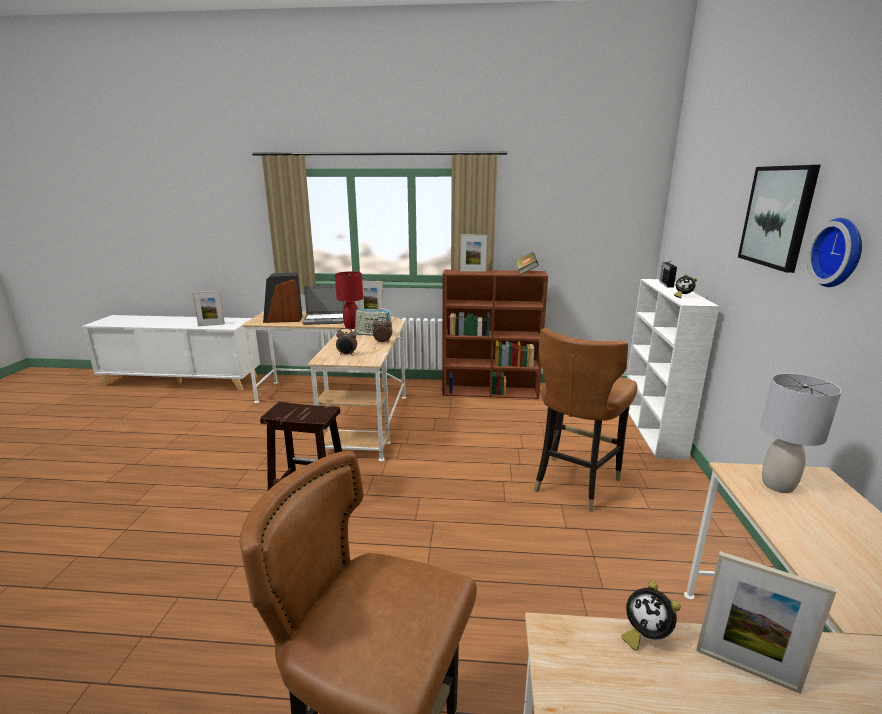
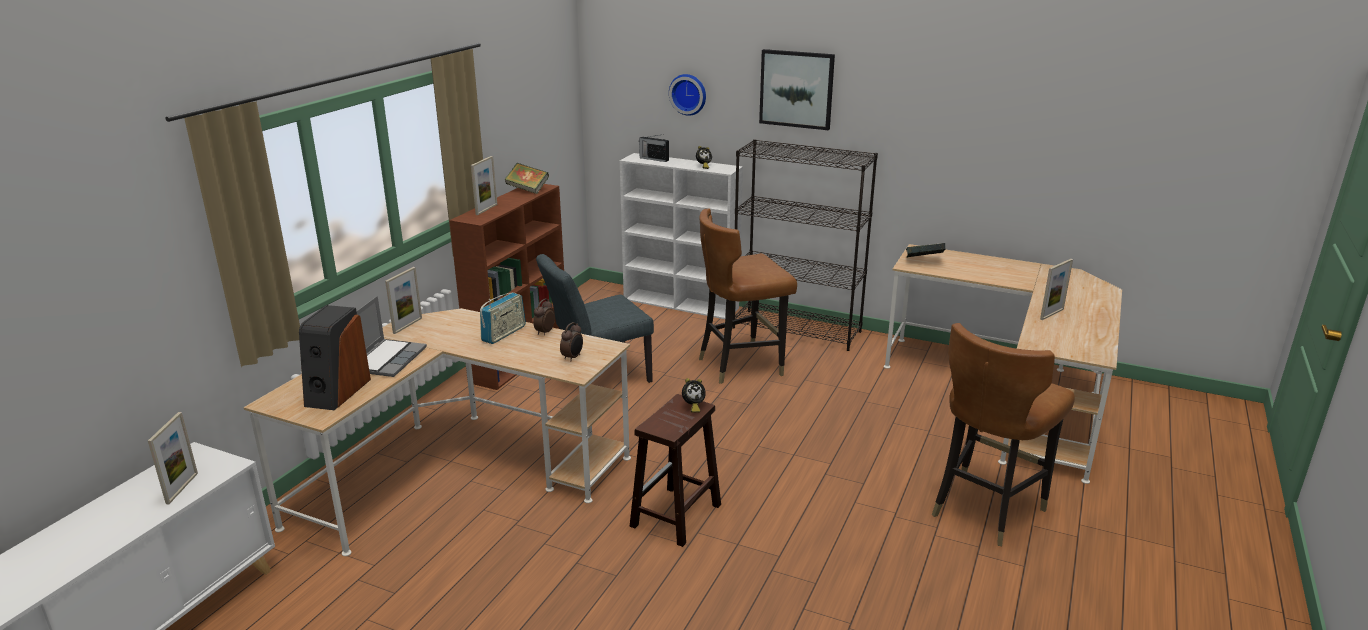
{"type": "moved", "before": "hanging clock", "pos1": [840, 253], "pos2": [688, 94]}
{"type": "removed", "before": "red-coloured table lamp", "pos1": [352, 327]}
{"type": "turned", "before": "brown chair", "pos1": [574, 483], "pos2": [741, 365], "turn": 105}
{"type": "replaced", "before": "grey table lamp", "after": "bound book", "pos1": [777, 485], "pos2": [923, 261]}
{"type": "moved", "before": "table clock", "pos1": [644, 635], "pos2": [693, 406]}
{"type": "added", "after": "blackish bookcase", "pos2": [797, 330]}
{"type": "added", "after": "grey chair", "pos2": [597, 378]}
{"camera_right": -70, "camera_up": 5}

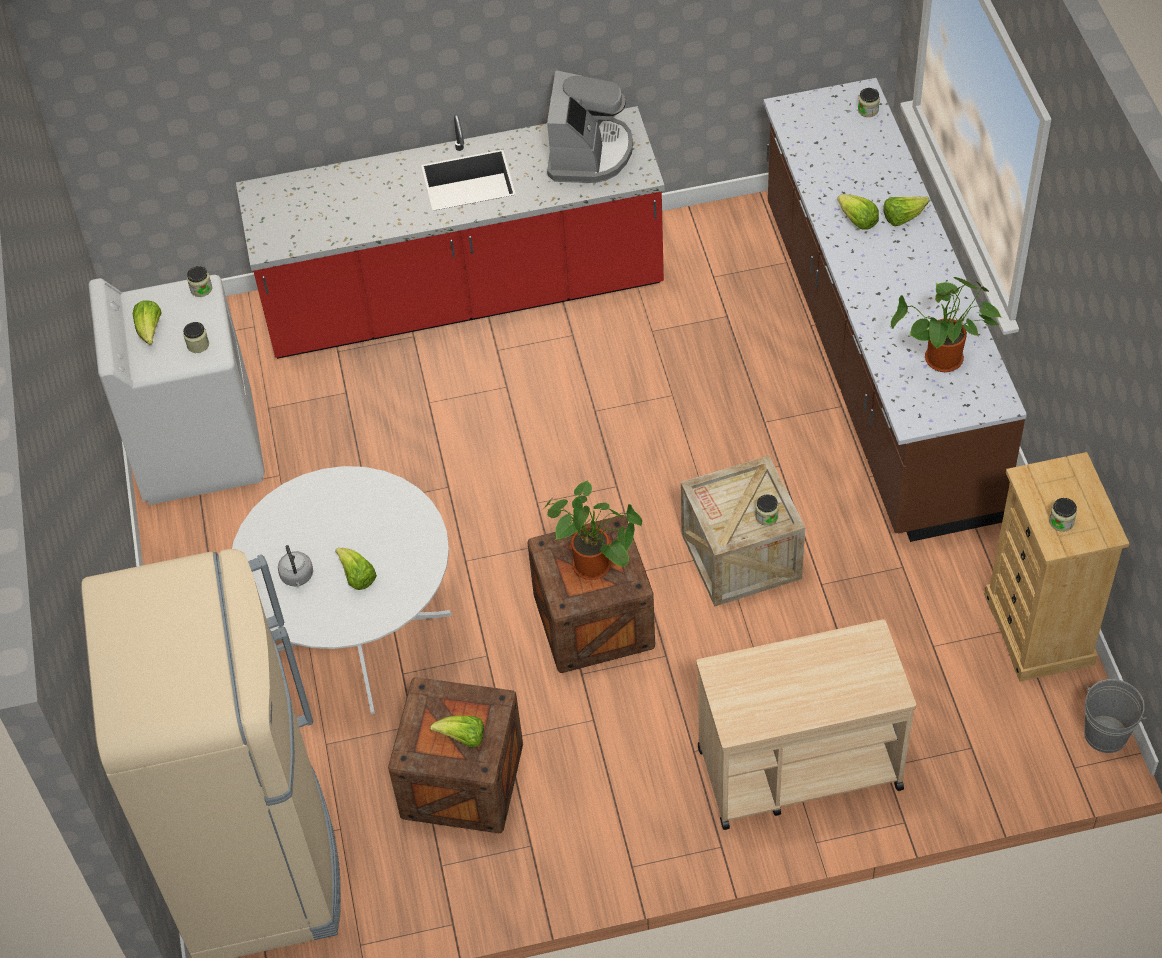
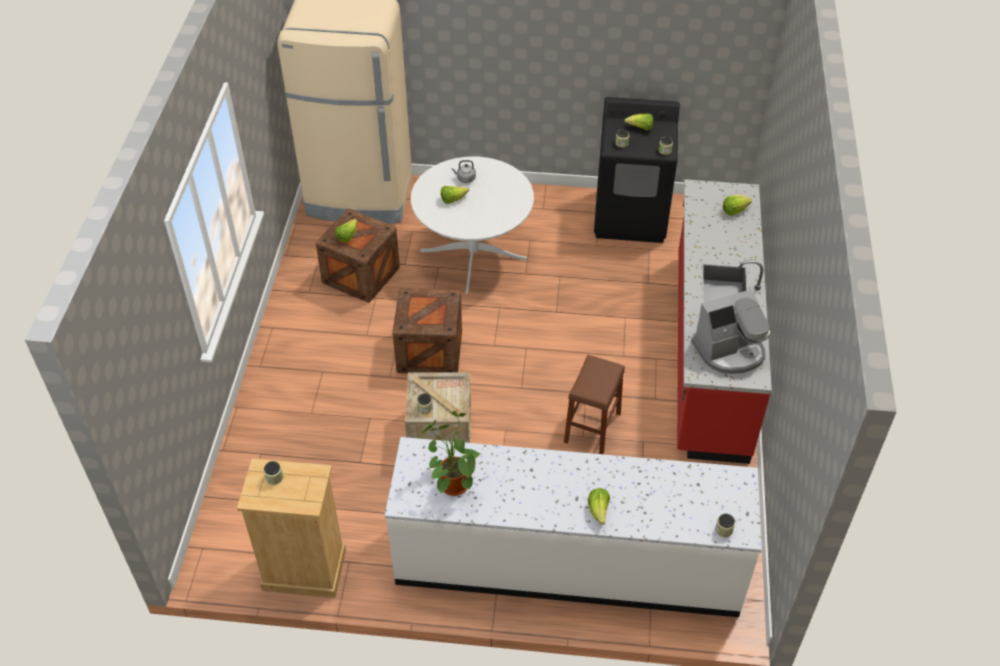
{"type": "turned", "before": "coffee maker", "pos1": [588, 153], "pos2": [729, 351], "turn": -45}
{"type": "recoloured", "before": "brown kitchen base unit", "after": "white kitchen base unit", "pos1": [875, 359], "pos2": [568, 562]}
{"type": "moved", "before": "lettuce head", "pos1": [857, 221], "pos2": [734, 210]}
{"type": "recoloured", "before": "white laundry appliance", "after": "blackish laundry appliance", "pos1": [198, 448], "pos2": [631, 217]}
{"type": "removed", "before": "potted plant", "pos1": [596, 566]}
{"type": "removed", "before": "sand-coloured wheeled cart", "pos1": [797, 768]}
{"type": "removed", "before": "grey water bucket", "pos1": [1106, 734]}
{"type": "added", "after": "brown stool", "pos2": [592, 427]}
{"camera_right": 105, "camera_up": -5}

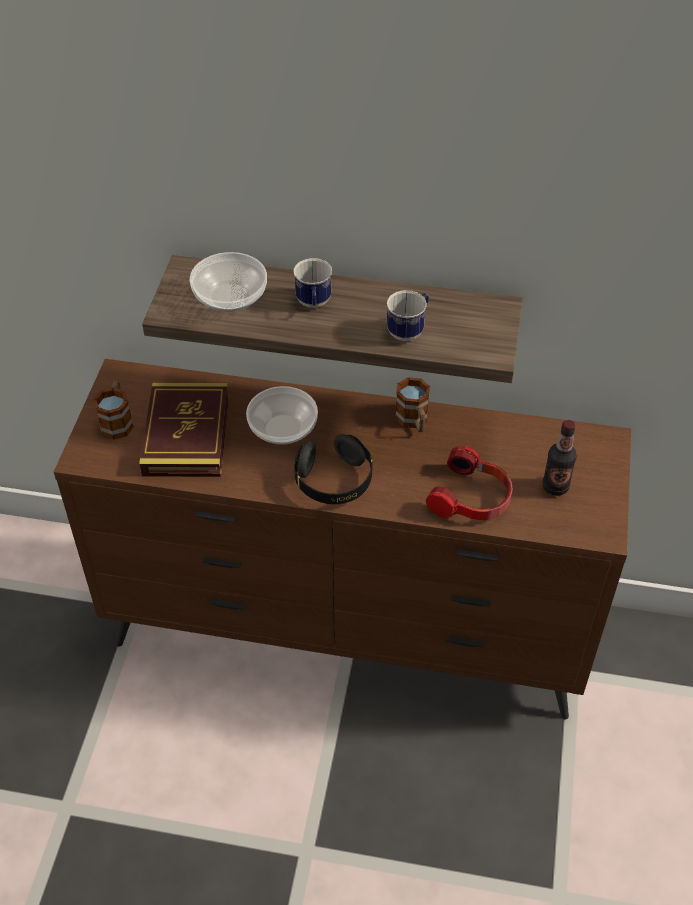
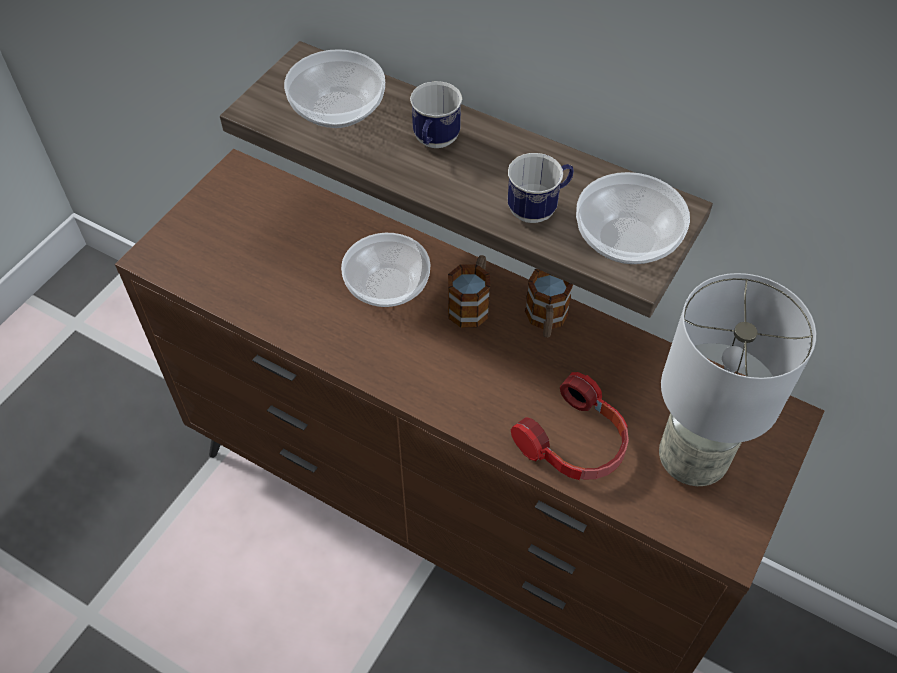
{"type": "moved", "before": "tea mug", "pos1": [117, 420], "pos2": [471, 304]}
{"type": "removed", "before": "bound book", "pos1": [186, 434]}
{"type": "replaced", "before": "bottle", "after": "grey table lamp", "pos1": [555, 487], "pos2": [690, 461]}
{"type": "removed", "before": "blackish headphones", "pos1": [334, 481]}
{"type": "added", "after": "bowl", "pos2": [628, 238]}
{"camera_right": 20, "camera_up": 5}

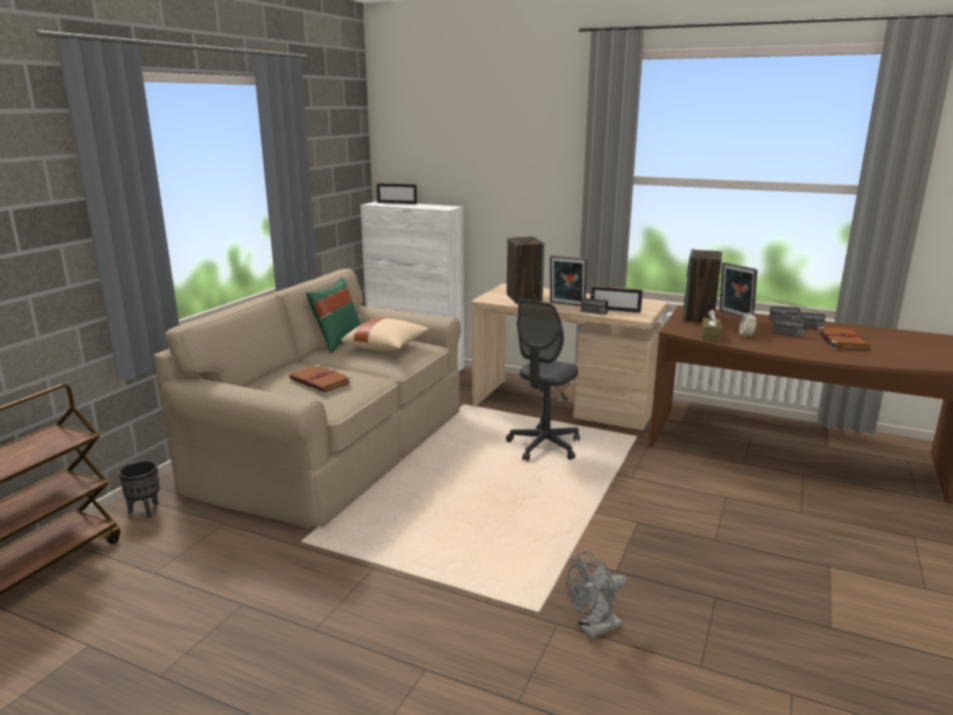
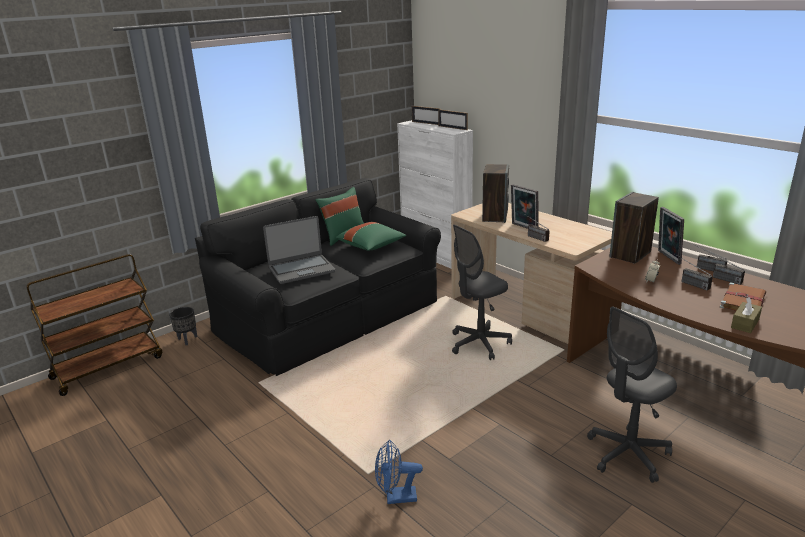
{"type": "recoloured", "before": "sand-coloured couch", "after": "blackish couch", "pos1": [335, 446], "pos2": [329, 314]}
{"type": "moved", "before": "standing frame", "pos1": [615, 310], "pos2": [452, 128]}
{"type": "moved", "before": "brown tissue holder", "pos1": [711, 336], "pos2": [745, 323]}
{"type": "recoloured", "before": "sand-coloured cushion", "after": "green cushion", "pos1": [386, 347], "pos2": [371, 246]}
{"type": "replaced", "before": "brown bound book", "after": "laptop", "pos1": [321, 381], "pos2": [301, 270]}
{"type": "recoloured", "before": "grey fan", "after": "blue fan", "pos1": [594, 629], "pos2": [396, 498]}
{"type": "added", "after": "grey computer chair", "pos2": [628, 454]}
{"camera_right": 25, "camera_up": 5}

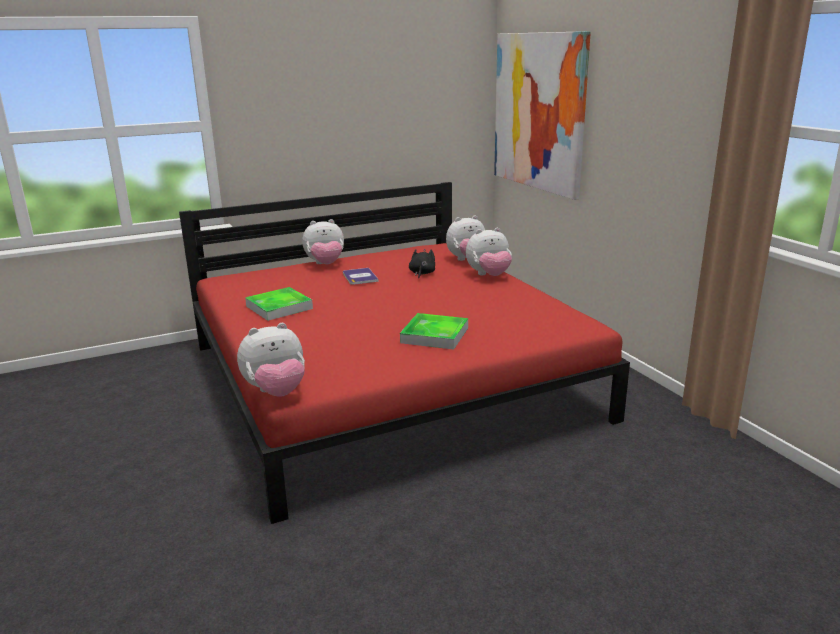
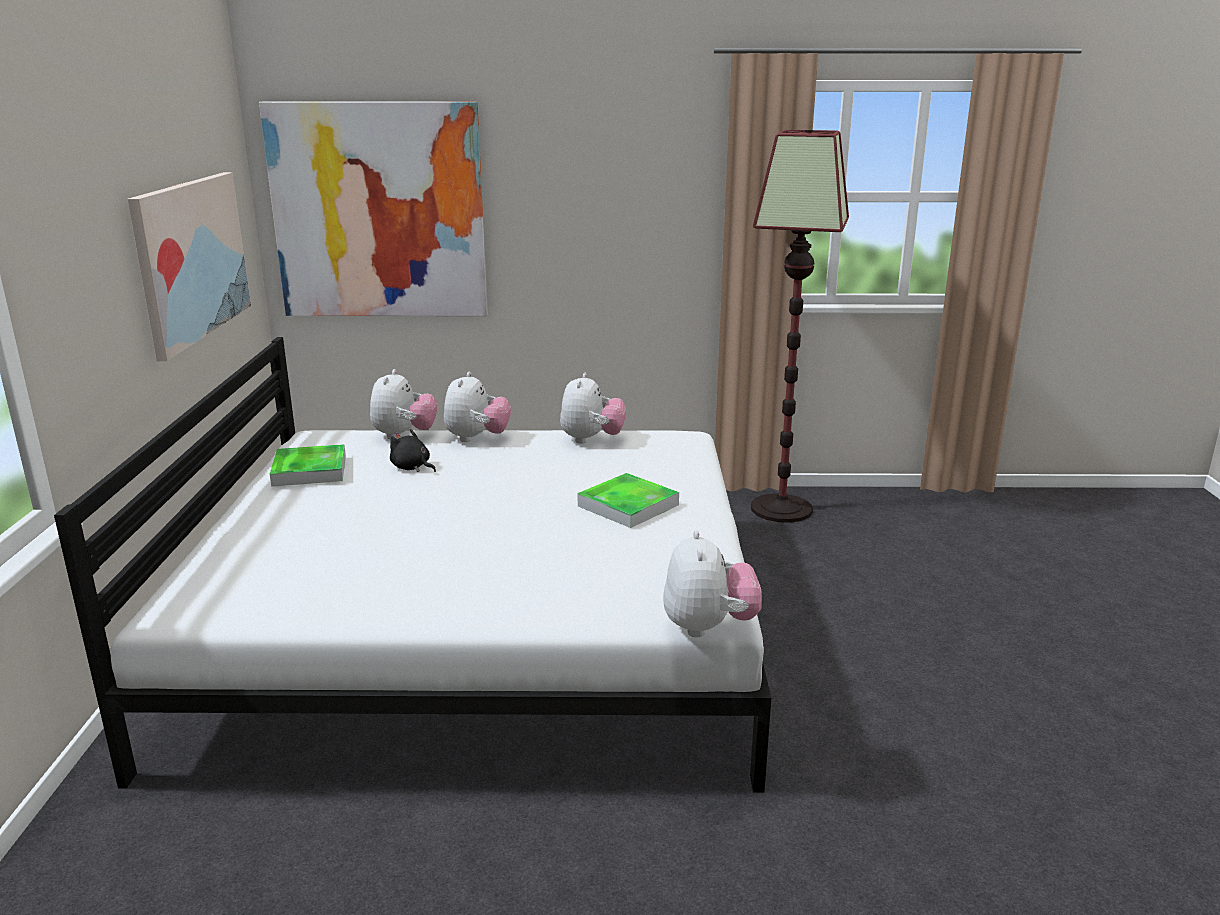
{"type": "recoloured", "before": "red-coloured bed", "after": "white bed", "pos1": [387, 380], "pos2": [478, 626]}
{"type": "moved", "before": "soft toy", "pos1": [325, 264], "pos2": [591, 439]}
{"type": "removed", "before": "bound book", "pos1": [360, 277]}
{"type": "moved", "before": "carrying tray", "pos1": [279, 307], "pos2": [309, 470]}
{"type": "added", "after": "standing lamp", "pos2": [780, 509]}
{"type": "added", "after": "wall art", "pos2": [191, 259]}
{"camera_right": -65, "camera_up": 0}

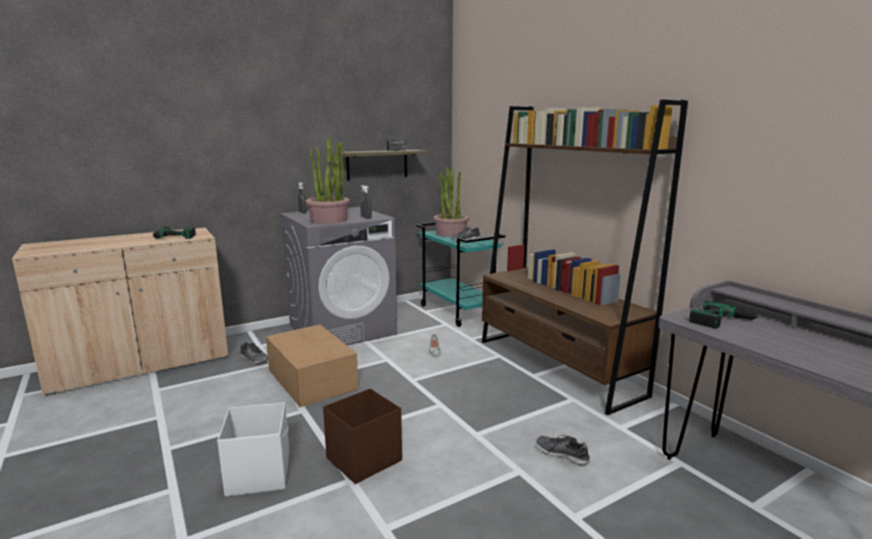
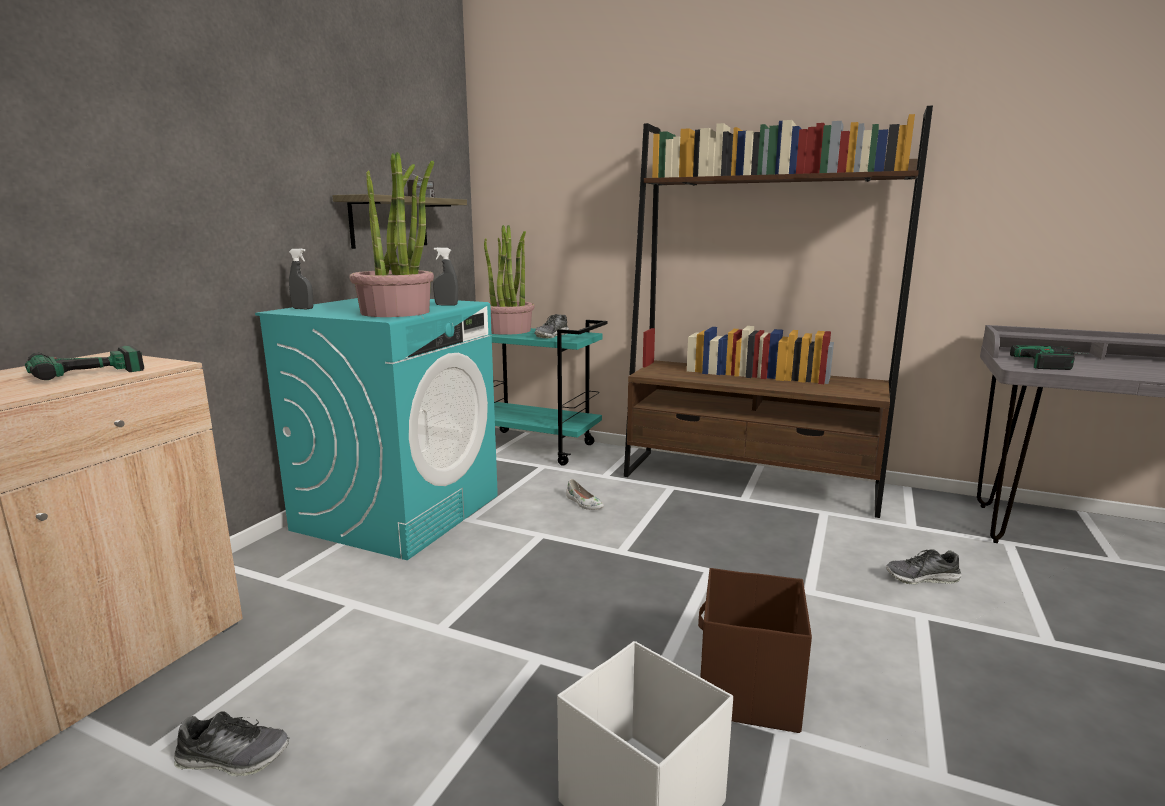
{"type": "recoloured", "before": "grey laundry appliance", "after": "turquoise laundry appliance", "pos1": [343, 329], "pos2": [399, 512]}
{"type": "removed", "before": "cardboard box", "pos1": [312, 378]}
{"type": "moved", "before": "shoe", "pos1": [254, 359], "pos2": [233, 758]}
{"camera_right": -35, "camera_up": 0}

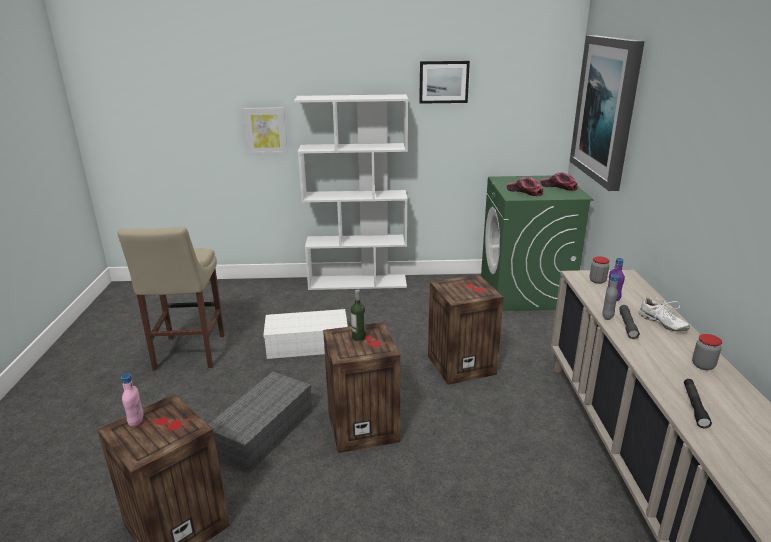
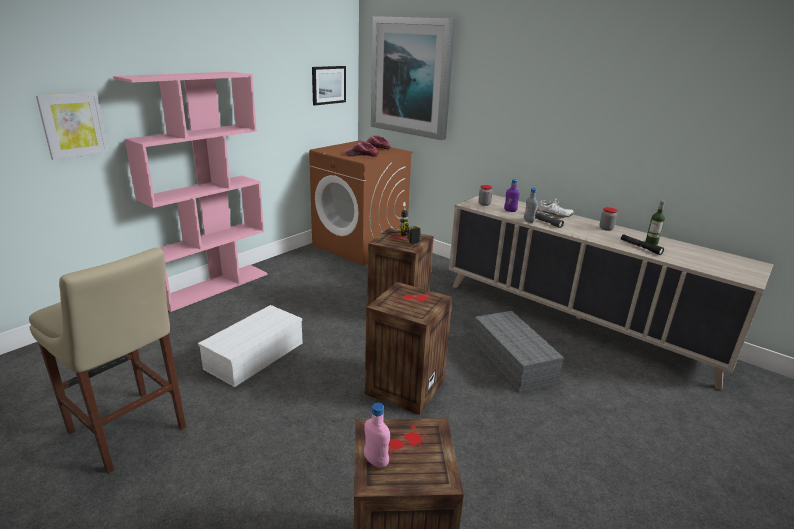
{"type": "moved", "before": "wall art", "pos1": [443, 82], "pos2": [328, 85]}
{"type": "recoloured", "before": "white bookcase", "after": "pinkish bookcase", "pos1": [358, 282], "pos2": [214, 286]}
{"type": "recoloured", "before": "green laundry appliance", "after": "brown laundry appliance", "pos1": [525, 292], "pos2": [360, 246]}
{"type": "moved", "before": "bottle", "pos1": [358, 337], "pos2": [651, 243]}
{"type": "moved", "before": "grey storage bin", "pos1": [263, 433], "pos2": [514, 361]}
{"type": "added", "after": "drill", "pos2": [397, 241]}
{"camera_right": -50, "camera_up": 0}

